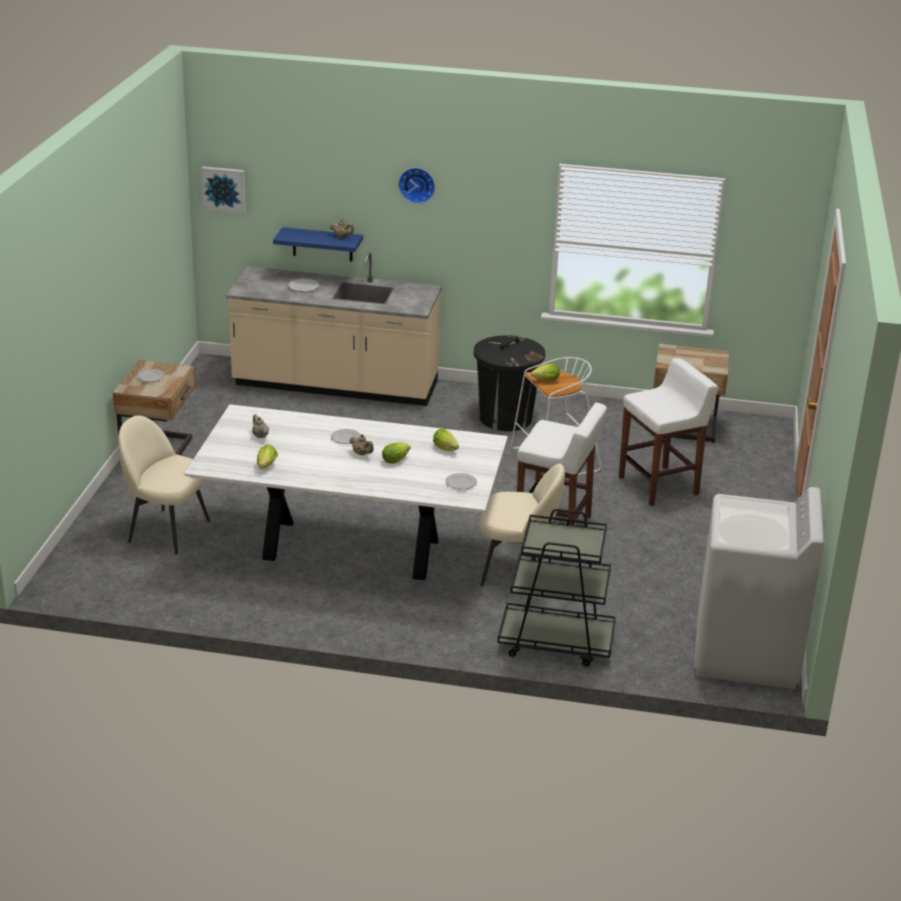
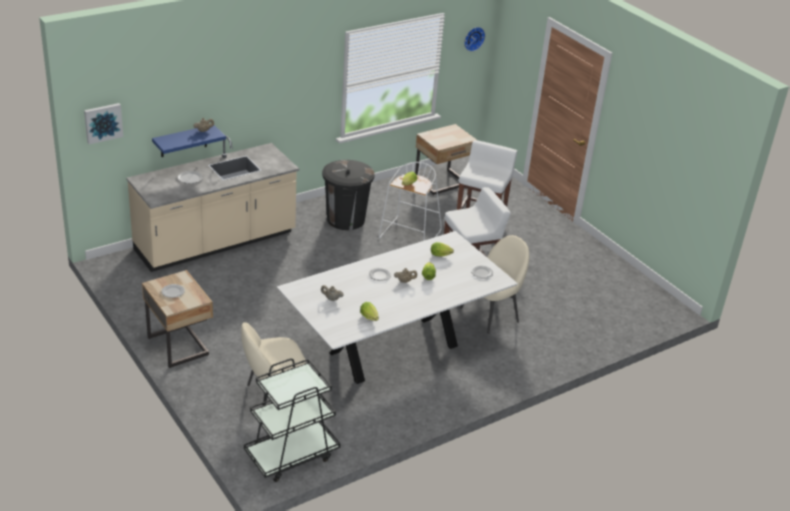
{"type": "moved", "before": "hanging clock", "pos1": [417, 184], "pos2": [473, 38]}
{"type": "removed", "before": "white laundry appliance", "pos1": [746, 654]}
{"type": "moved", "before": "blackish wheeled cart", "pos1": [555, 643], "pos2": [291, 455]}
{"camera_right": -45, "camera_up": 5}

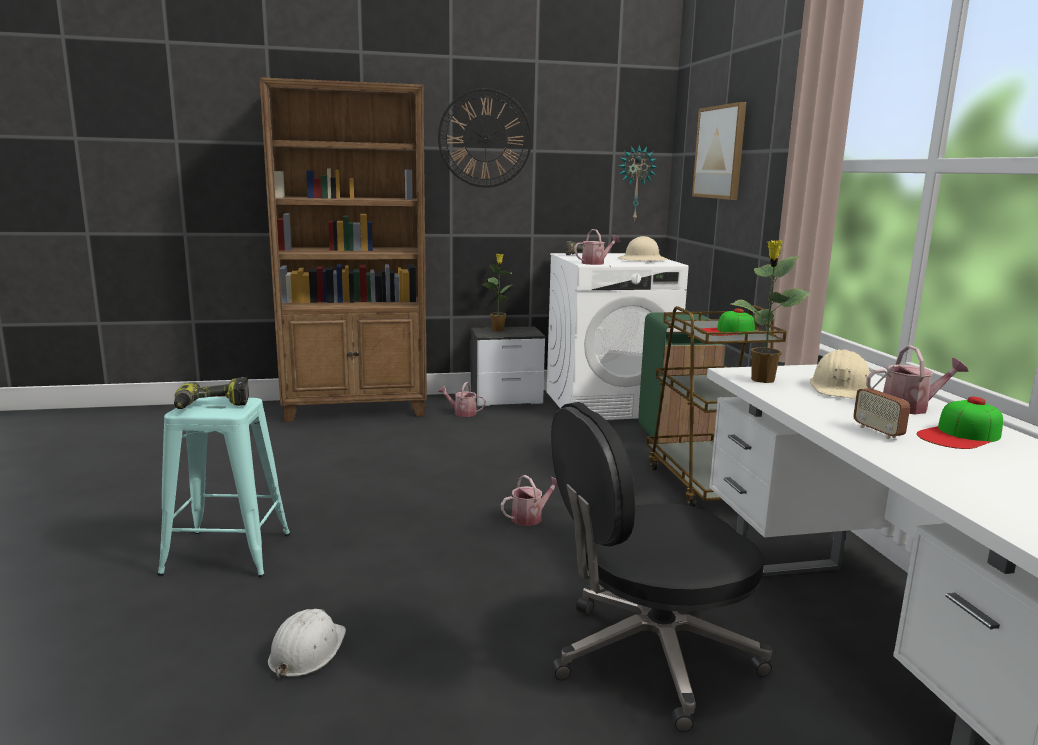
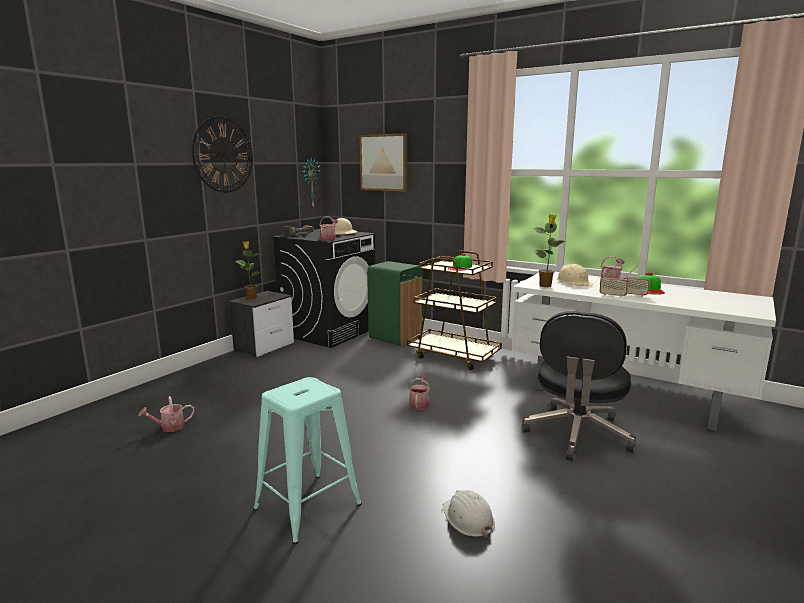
{"type": "removed", "before": "brown bookcase", "pos1": [357, 409]}
{"type": "recoloured", "before": "white laundry appliance", "after": "blackish laundry appliance", "pos1": [609, 403], "pos2": [329, 331]}
{"type": "removed", "before": "drill", "pos1": [211, 406]}
{"type": "moved", "before": "sprinkling can", "pos1": [462, 413], "pos2": [169, 427]}
{"type": "added", "after": "radio receiver", "pos2": [612, 295]}
{"camera_right": -45, "camera_up": 0}

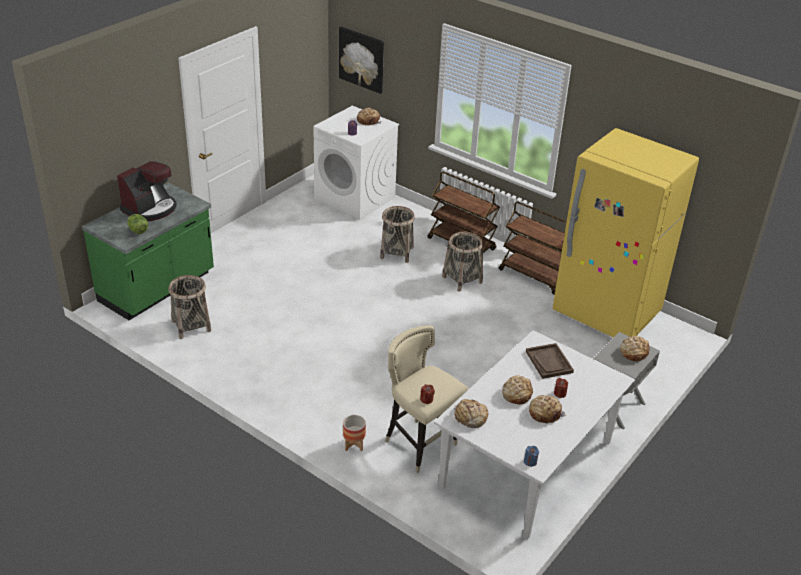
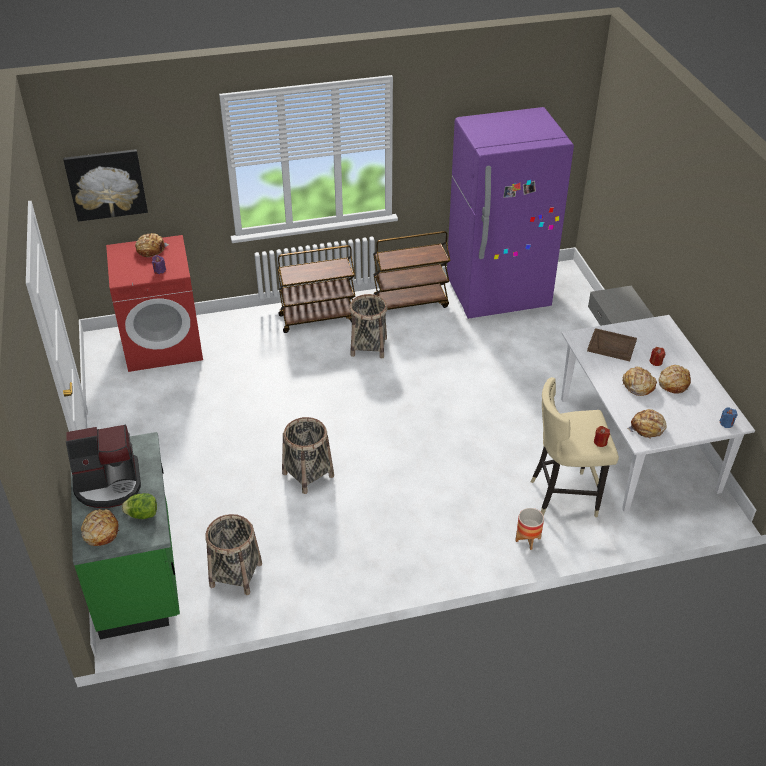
{"type": "recoloured", "before": "white laundry appliance", "after": "red-coloured laundry appliance", "pos1": [355, 198], "pos2": [163, 344]}
{"type": "recoloured", "before": "yellowish fridge", "after": "purple-coloured fridge", "pos1": [606, 313], "pos2": [498, 295]}
{"type": "turned", "before": "coffee maker", "pos1": [150, 208], "pos2": [108, 484], "turn": 90}
{"type": "moved", "before": "household basket", "pos1": [396, 252], "pos2": [308, 474]}
{"type": "moved", "before": "bakery bread", "pos1": [633, 352], "pos2": [100, 532]}
{"camera_right": -50, "camera_up": 5}

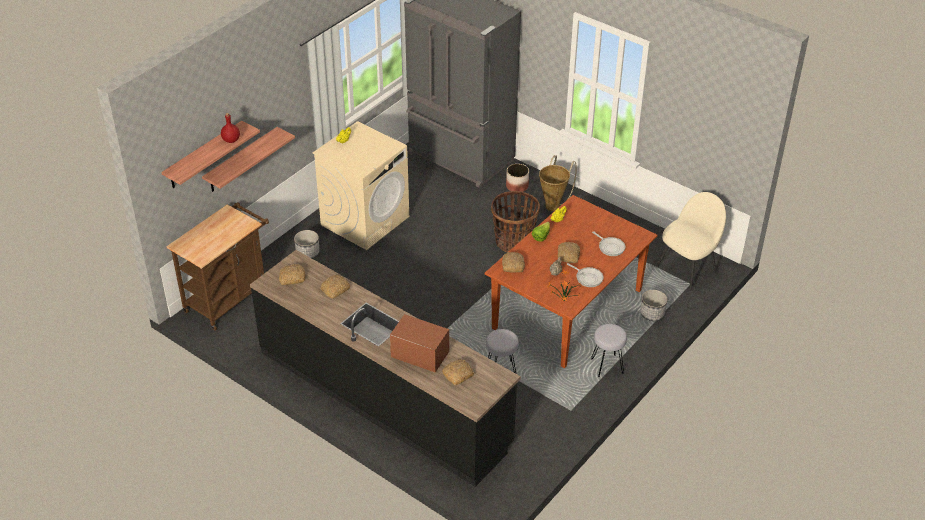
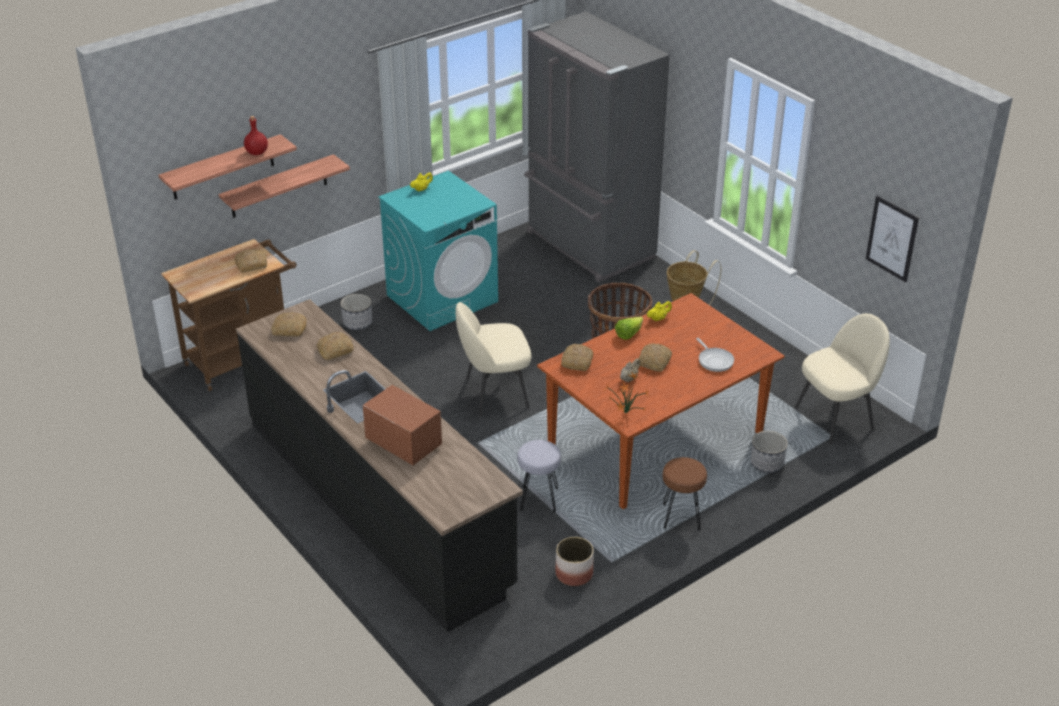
{"type": "recoloured", "before": "sand-coloured laundry appliance", "after": "turquoise laundry appliance", "pos1": [365, 220], "pos2": [442, 298]}
{"type": "moved", "before": "planter", "pos1": [517, 186], "pos2": [574, 573]}
{"type": "removed", "before": "pan", "pos1": [588, 278]}
{"type": "recoloured", "before": "grey stool", "after": "brown stool", "pos1": [607, 366], "pos2": [681, 517]}
{"type": "moved", "before": "bakery bread", "pos1": [458, 374], "pos2": [252, 264]}
{"type": "added", "after": "wall art", "pos2": [892, 238]}
{"type": "added", "after": "sand-coloured chair", "pos2": [494, 393]}
{"camera_right": 15, "camera_up": -5}

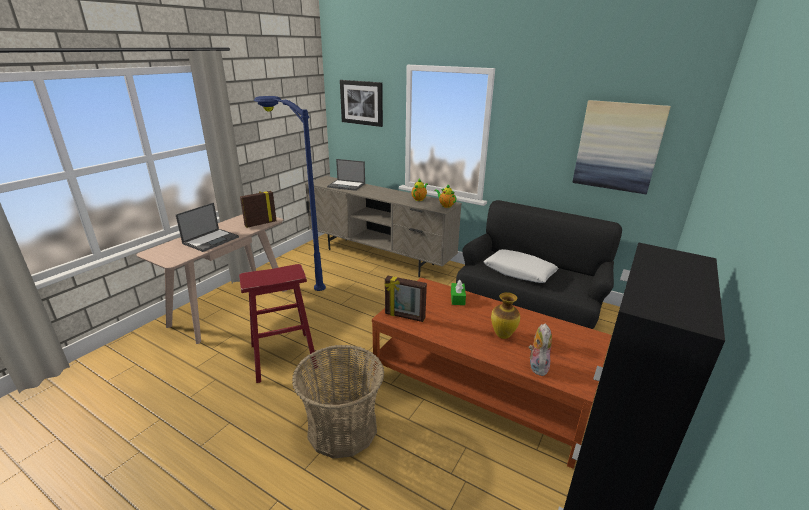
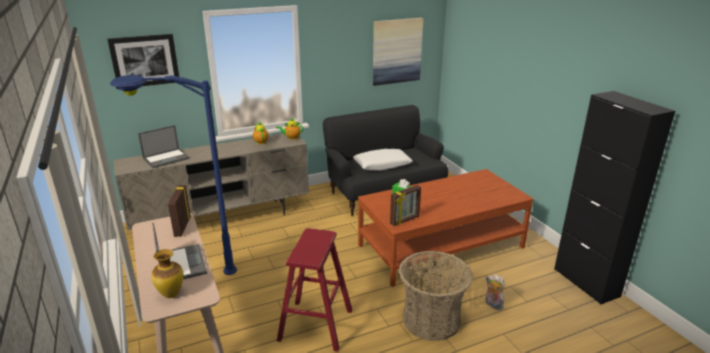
{"type": "moved", "before": "vase", "pos1": [502, 335], "pos2": [170, 294]}
{"type": "moved", "before": "soft toy", "pos1": [536, 366], "pos2": [492, 305]}
{"camera_right": -55, "camera_up": 0}

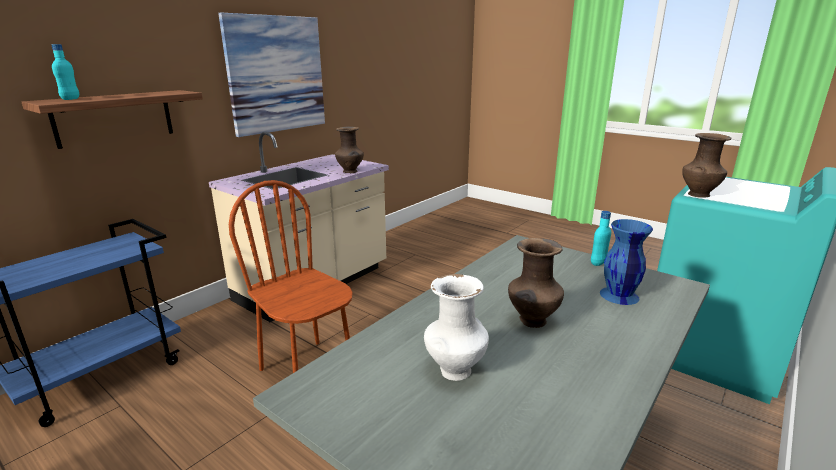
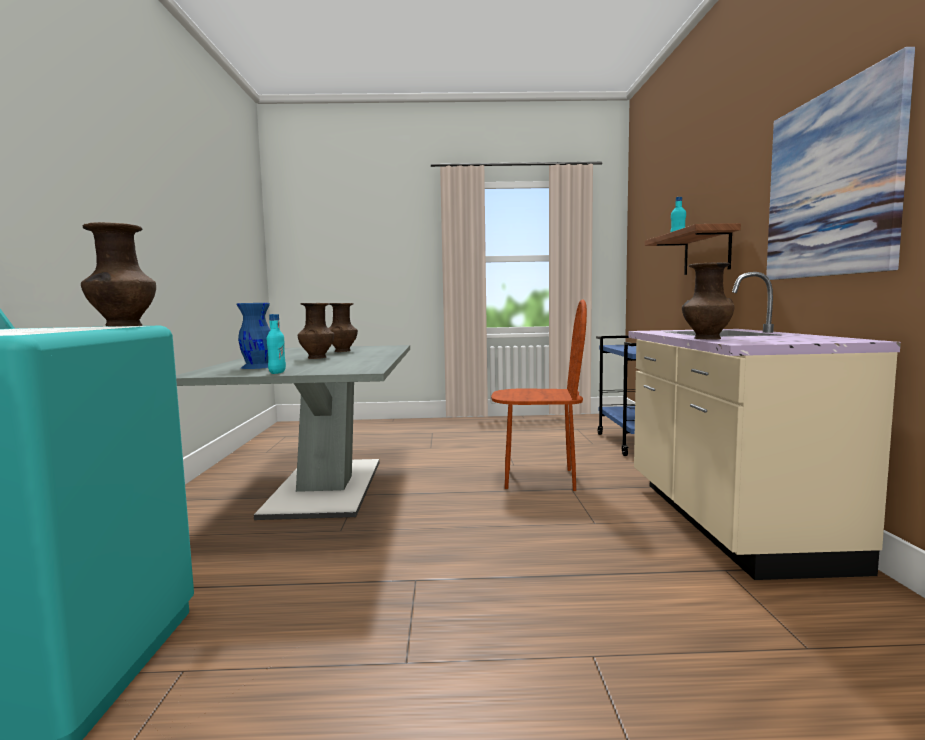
{"type": "recoloured", "before": "white vase", "after": "brown vase", "pos1": [454, 371], "pos2": [342, 351]}
{"camera_right": 140, "camera_up": -15}

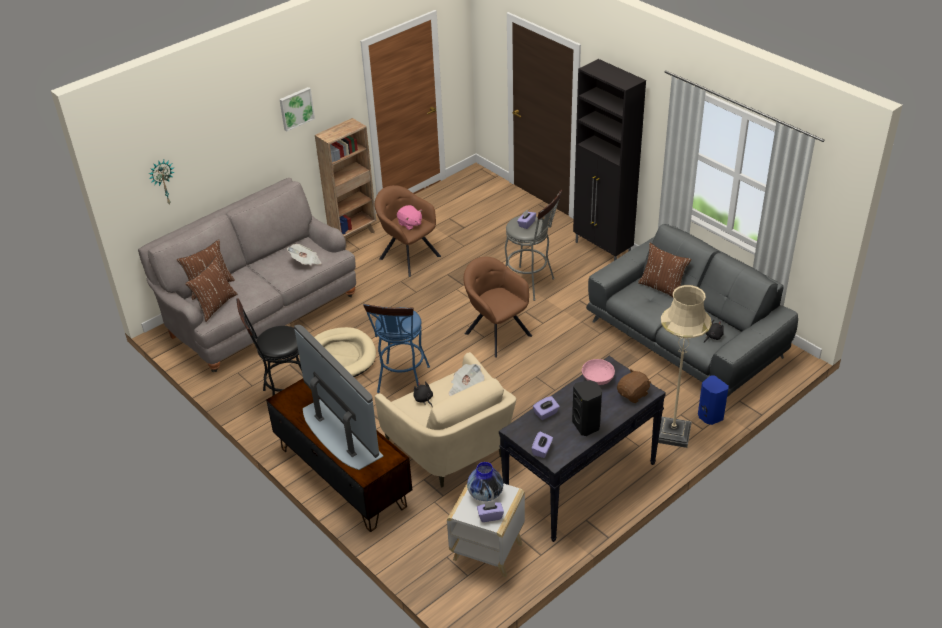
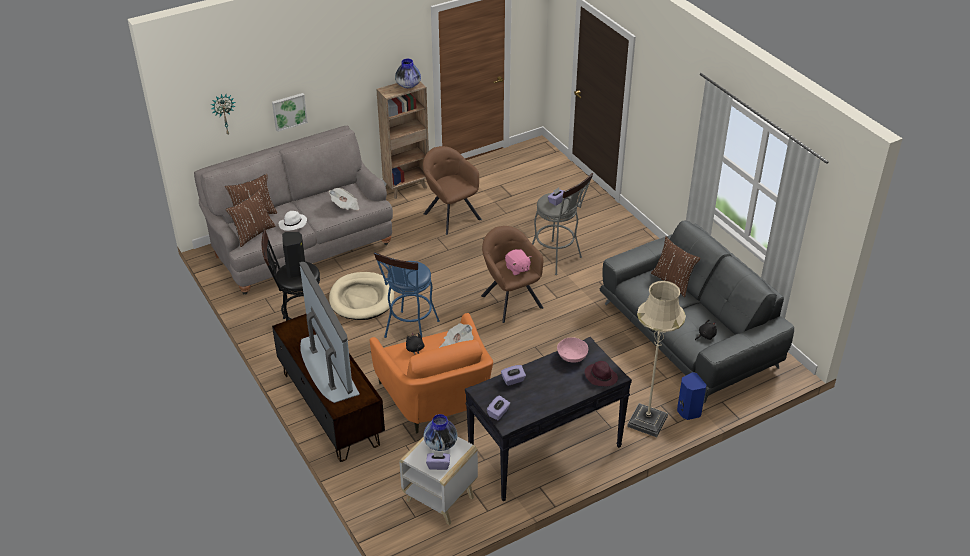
{"type": "removed", "before": "blackish cupboard", "pos1": [603, 249]}
{"type": "moved", "before": "wall art", "pos1": [296, 108], "pos2": [289, 111]}
{"type": "moved", "before": "pinkish soft toy", "pos1": [410, 224], "pos2": [517, 269]}
{"type": "recoloured", "before": "sand-coloured lounge chair", "after": "orangey lounge chair", "pos1": [452, 449], "pos2": [436, 400]}
{"type": "replaced", "before": "brown soft toy", "after": "purple-coloured hat", "pos1": [633, 394], "pos2": [600, 376]}
{"type": "moved", "before": "blackish audio speaker", "pos1": [587, 425], "pos2": [296, 270]}
{"type": "added", "after": "vase", "pos2": [408, 85]}
{"type": "added", "after": "white hat", "pos2": [292, 224]}
{"camera_right": 10, "camera_up": 0}

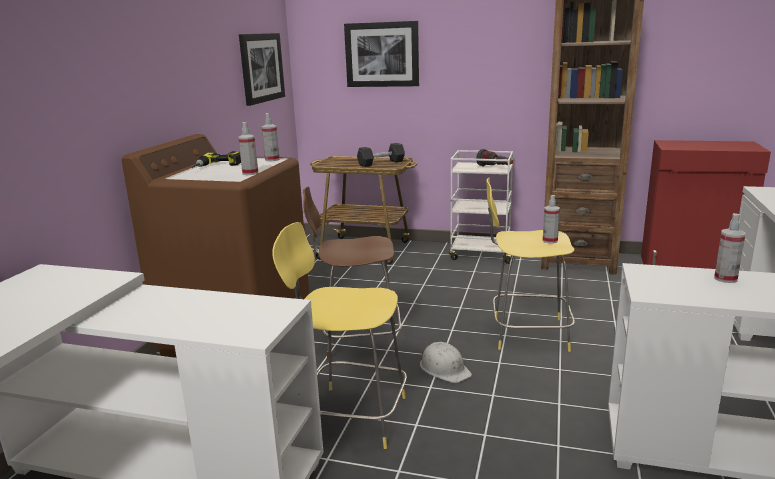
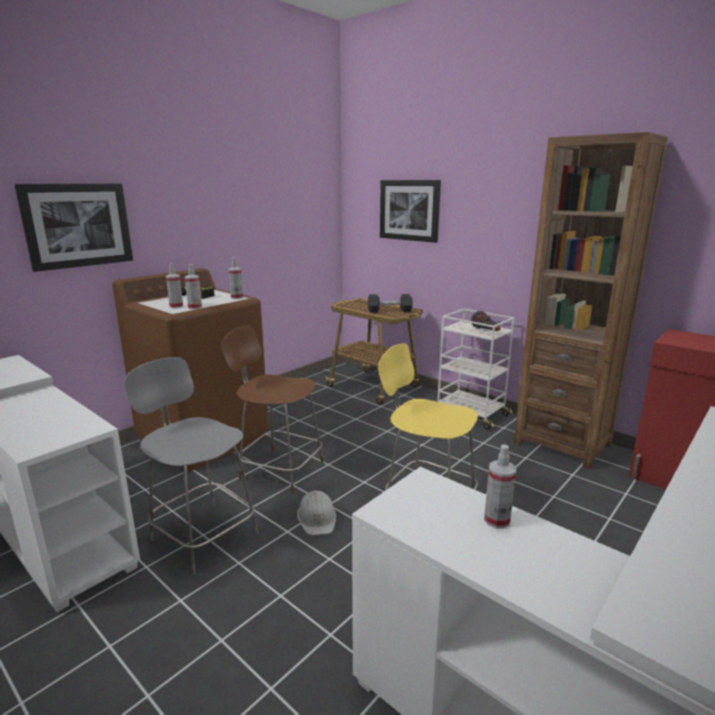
{"type": "moved", "before": "wall art", "pos1": [261, 67], "pos2": [78, 225]}
{"type": "moved", "before": "spray bottle", "pos1": [550, 241], "pos2": [176, 306]}
{"type": "recoloured", "before": "yellowish stool", "after": "grey stool", "pos1": [351, 415], "pos2": [202, 535]}
{"camera_right": 25, "camera_up": 0}

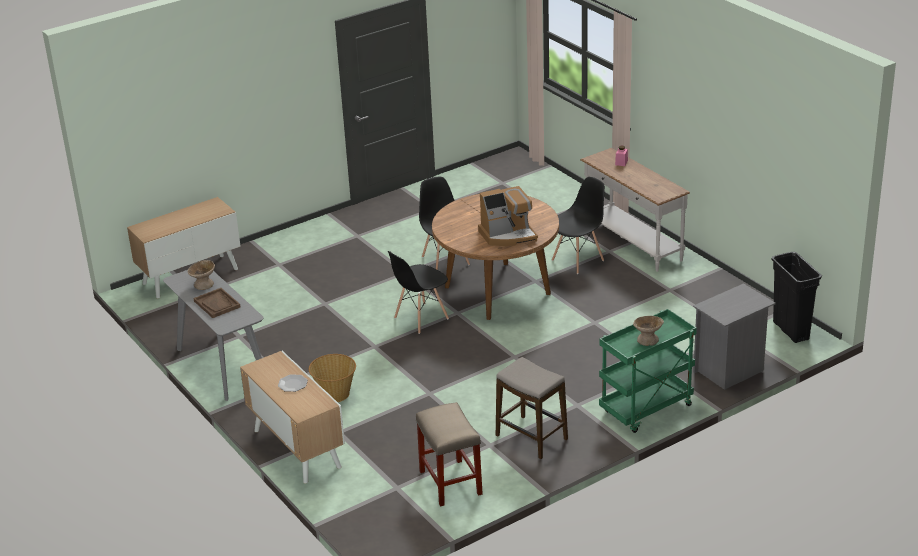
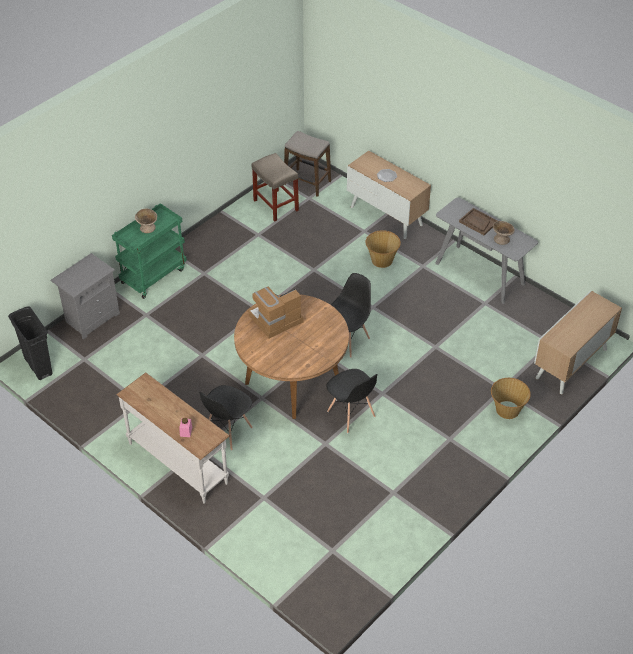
{"type": "moved", "before": "stool", "pos1": [531, 438], "pos2": [307, 182]}
{"type": "added", "after": "household basket", "pos2": [507, 410]}
{"camera_right": 165, "camera_up": 15}

